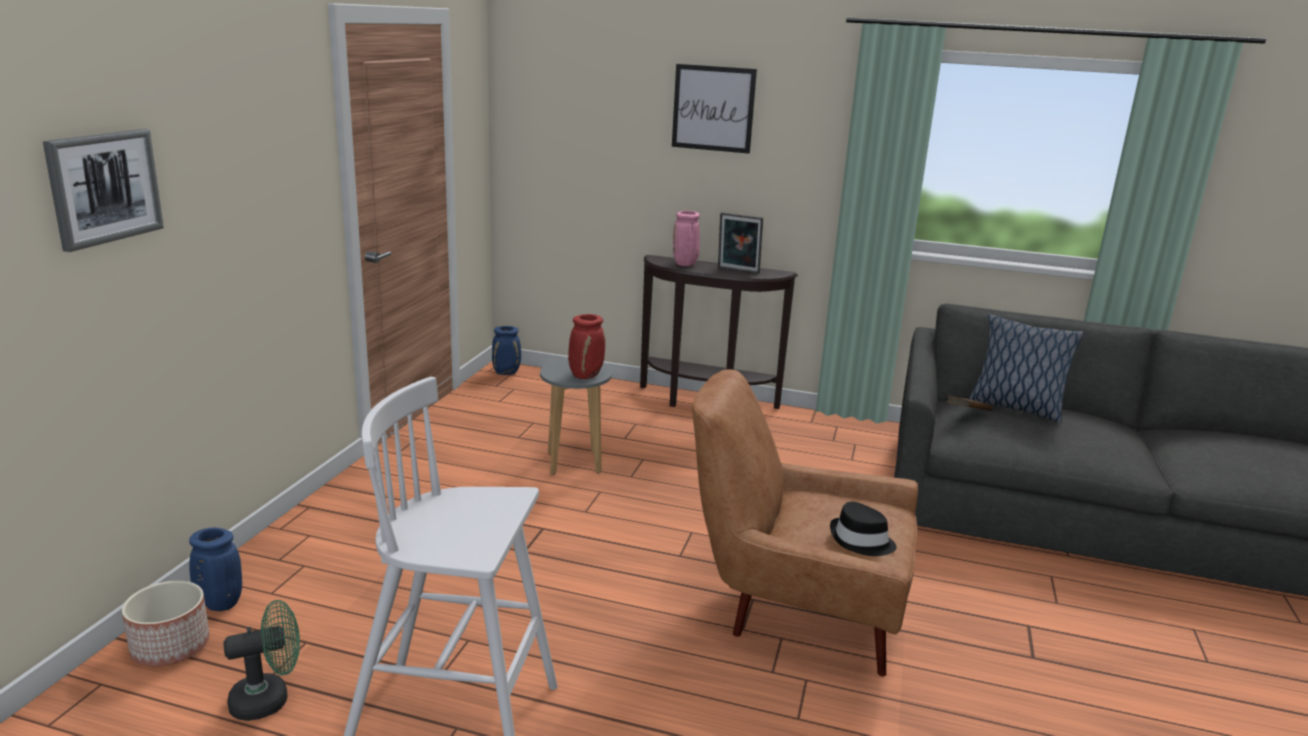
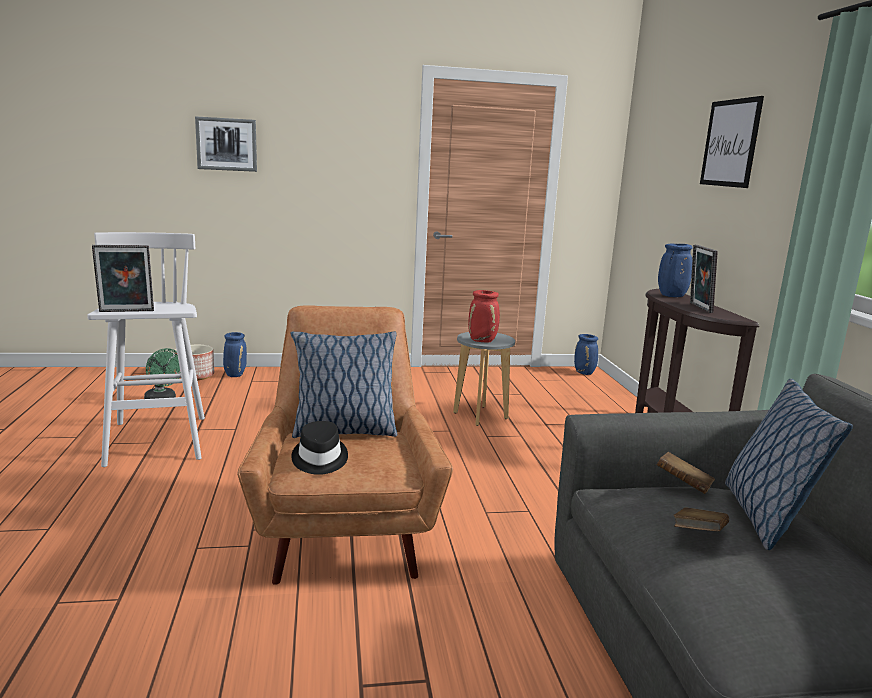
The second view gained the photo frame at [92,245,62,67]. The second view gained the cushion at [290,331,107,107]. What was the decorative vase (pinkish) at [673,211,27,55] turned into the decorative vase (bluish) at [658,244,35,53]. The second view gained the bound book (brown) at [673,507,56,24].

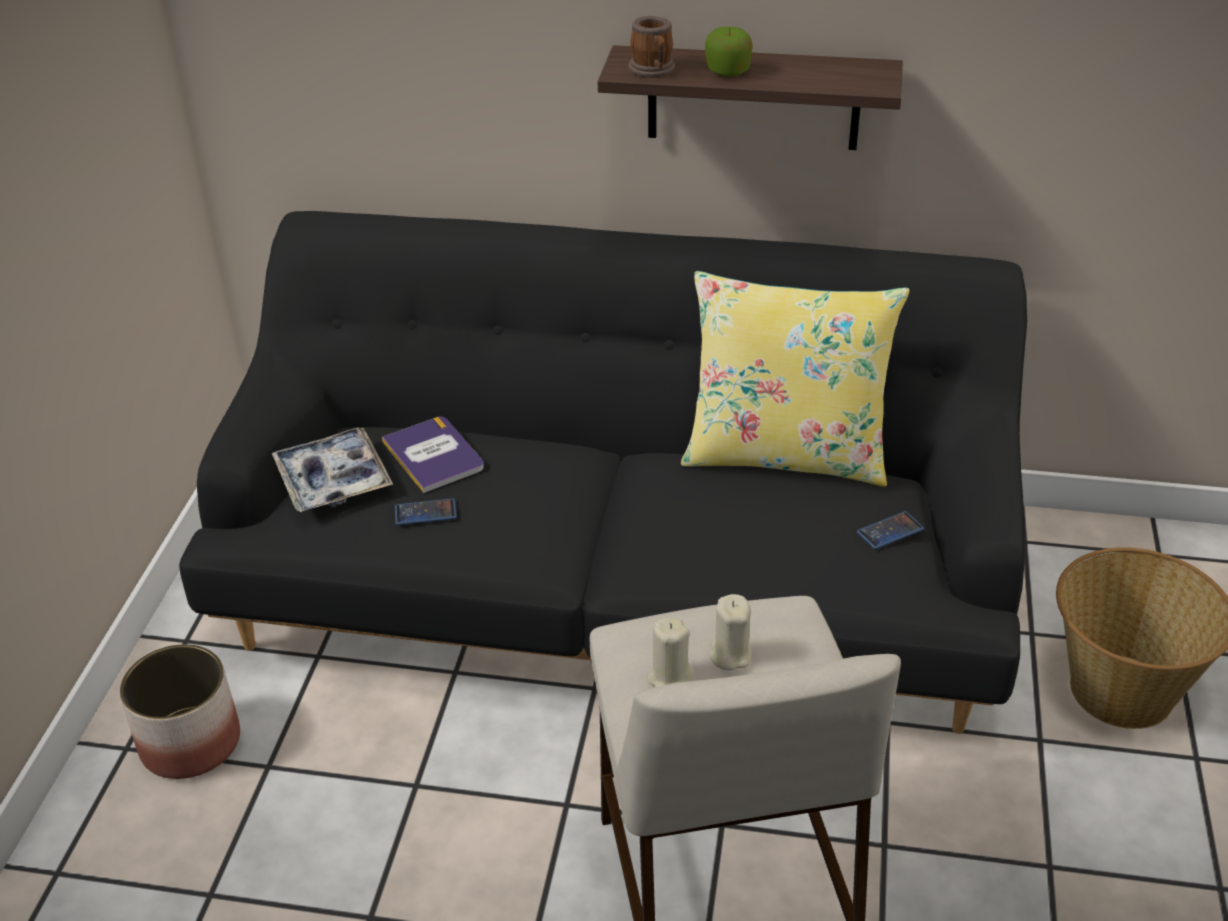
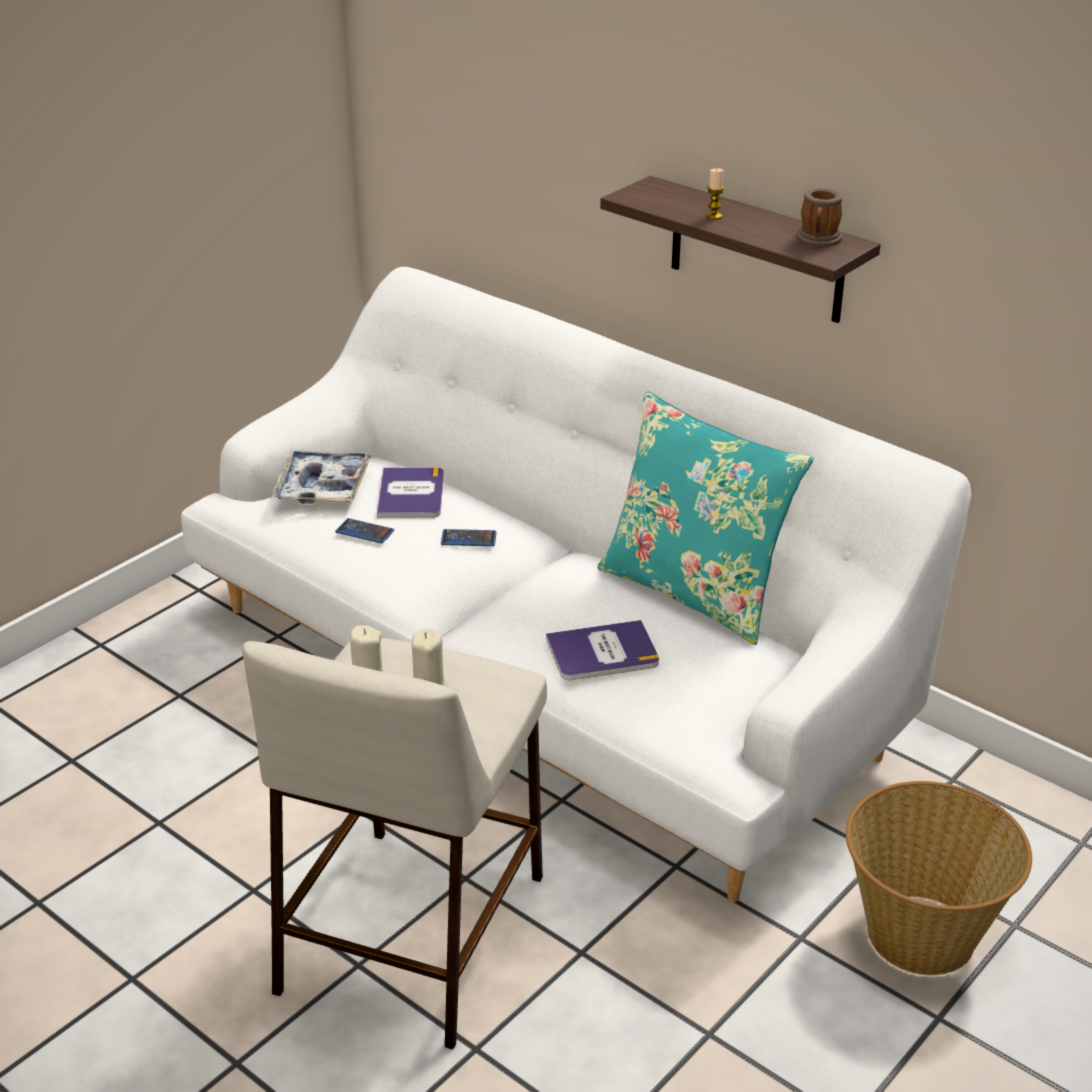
What was the couch (blackish) at [179,211,848,523] turned into the couch (whitish) at [181,267,790,635]. The telephone ended up elsewhere, having gone from [857,511,67,38] to [441,529,56,17]. The second view gained the bound book at [546,620,113,60]. What was the cushion (yellowish) at [681,271,229,216] turned into the cushion (blue-green) at [597,391,217,254]. Where the whole apple stood at [705,27,48,49], the wax candle came to stand at [706,169,18,50]. The tea mug ended up elsewhere, having gone from [628,16,47,62] to [796,188,46,59]. The second view lost the plant pot at [120,644,120,135].

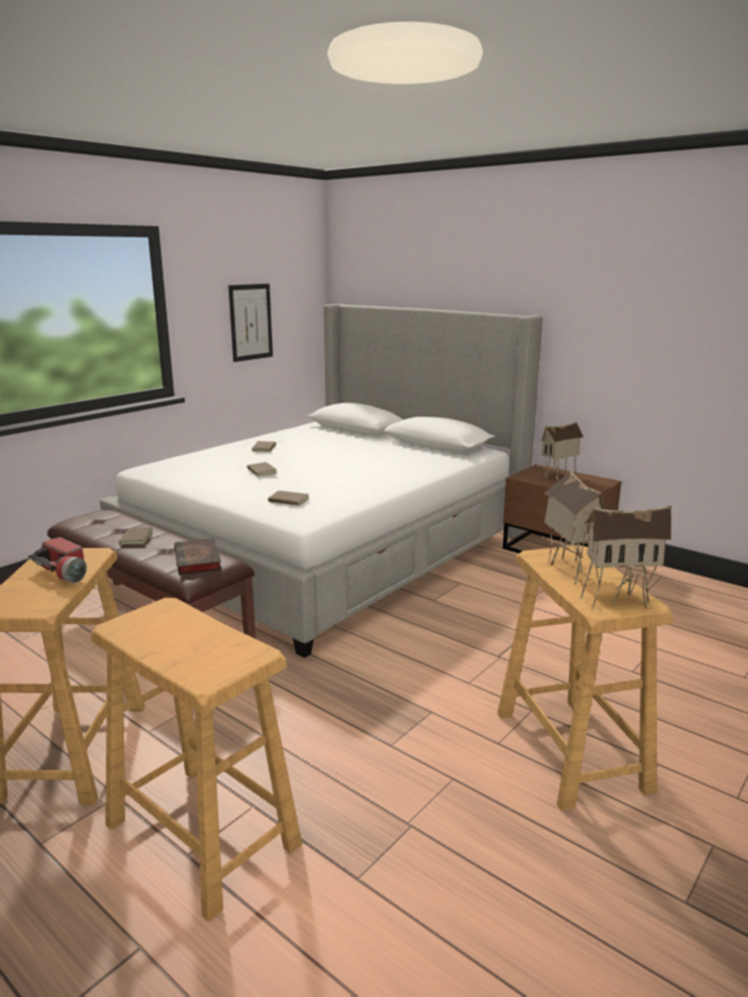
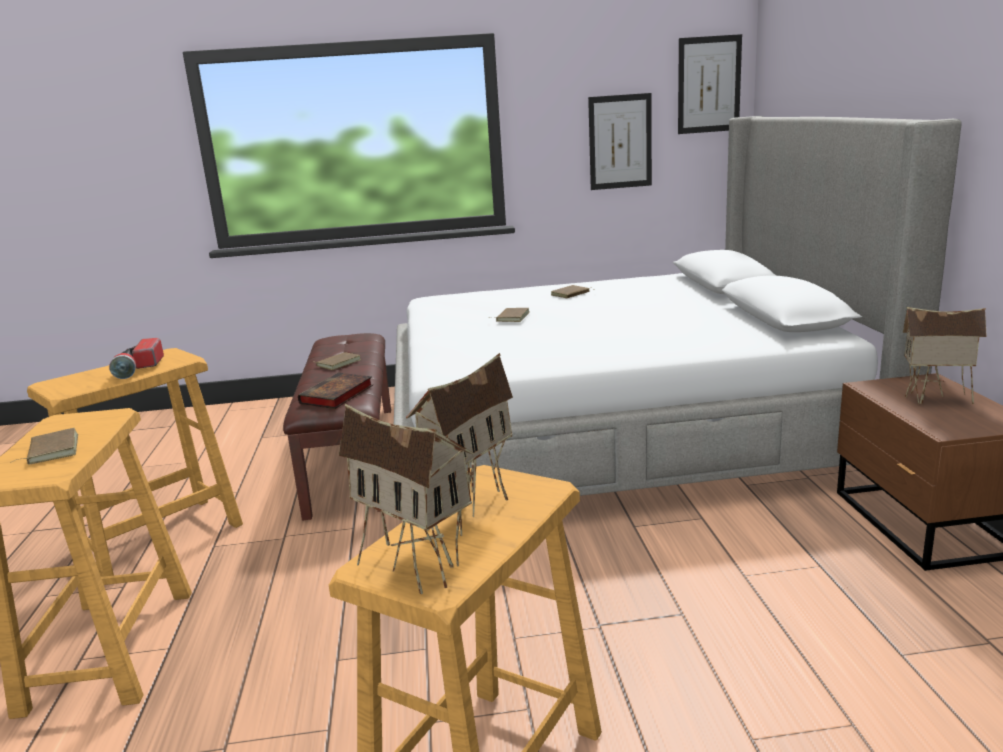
The bound book (brown) ended up elsewhere, having gone from [268,491,41,15] to [12,428,66,37]. The second view gained the wall art at [678,34,64,100].

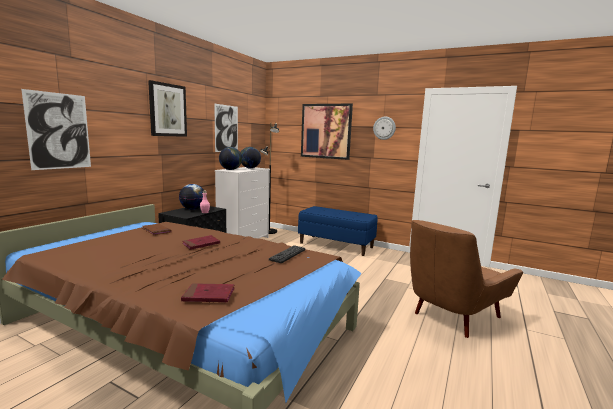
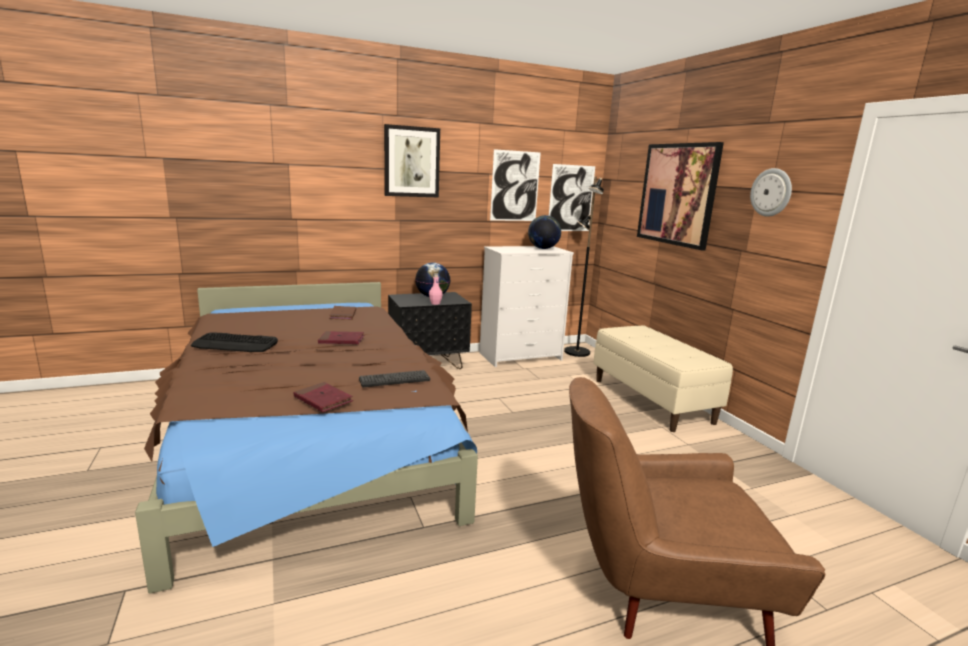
The second view gained the keyboard at [191,332,87,20]. The bound book (red-coloured) ended up elsewhere, having gone from [181,283,54,19] to [293,382,60,30]. The wall art ended up elsewhere, having gone from [21,89,70,81] to [549,164,46,67]. What was the bench (bluish) at [298,206,80,50] turned into the bench (beige-coloured) at [593,325,140,107]. The second view lost the world globe at [219,147,23,23].

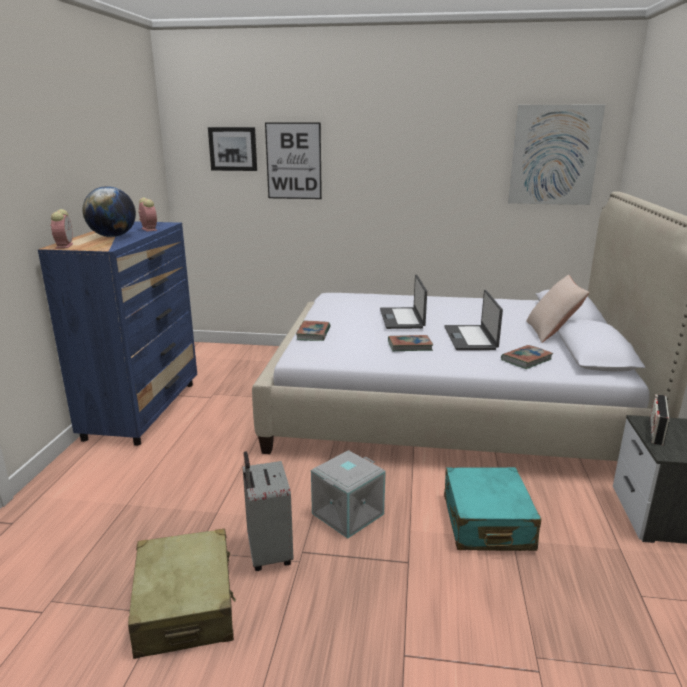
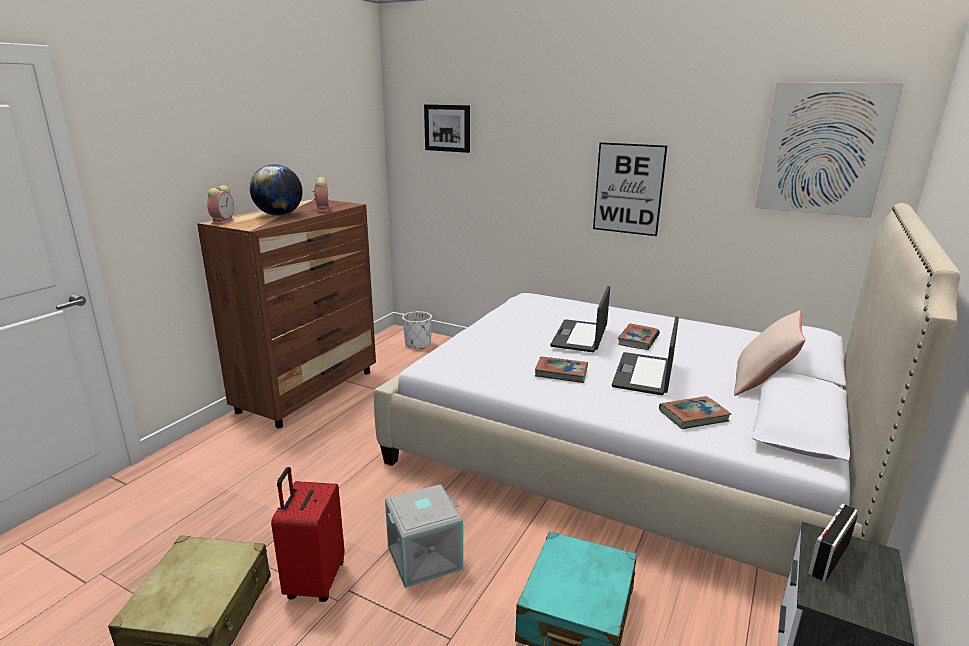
What was the dresser (bluish) at [38,221,159,225] turned into the dresser (brown) at [197,199,179,229]. What was the travel case (grey) at [243,451,50,120] turned into the travel case (red-coloured) at [271,467,74,135]. The second view gained the plant pot (whitish) at [402,311,30,38]. The wall art ended up elsewhere, having gone from [265,122,57,77] to [593,142,74,94]. The bound book ended up elsewhere, having gone from [296,321,34,20] to [618,323,42,27].

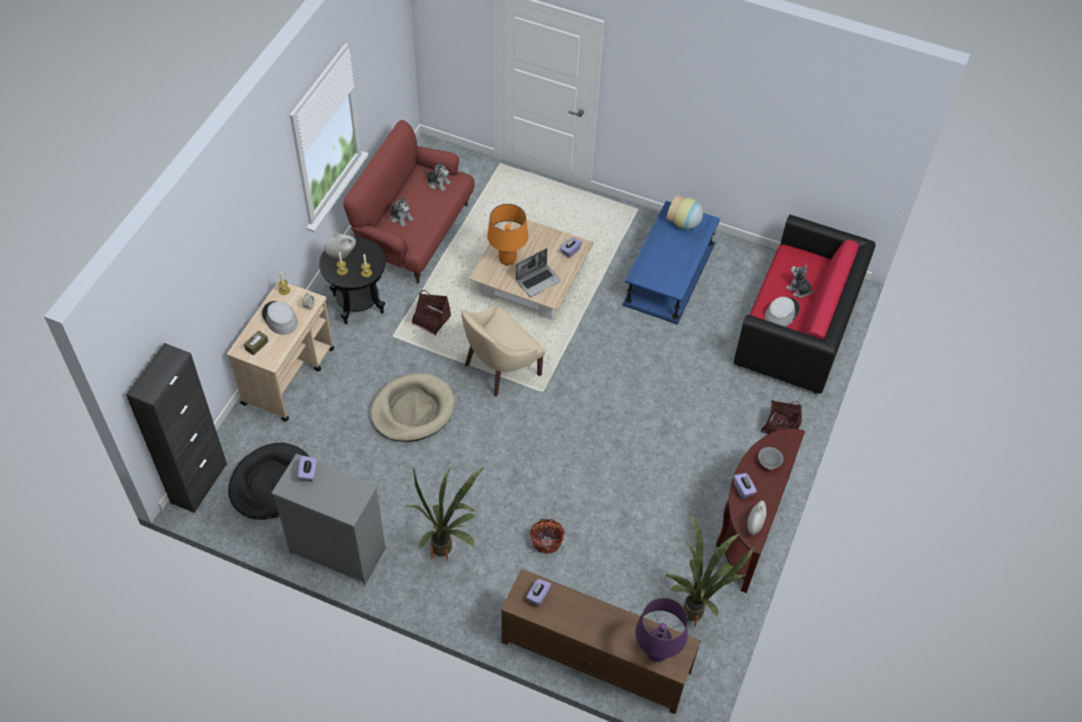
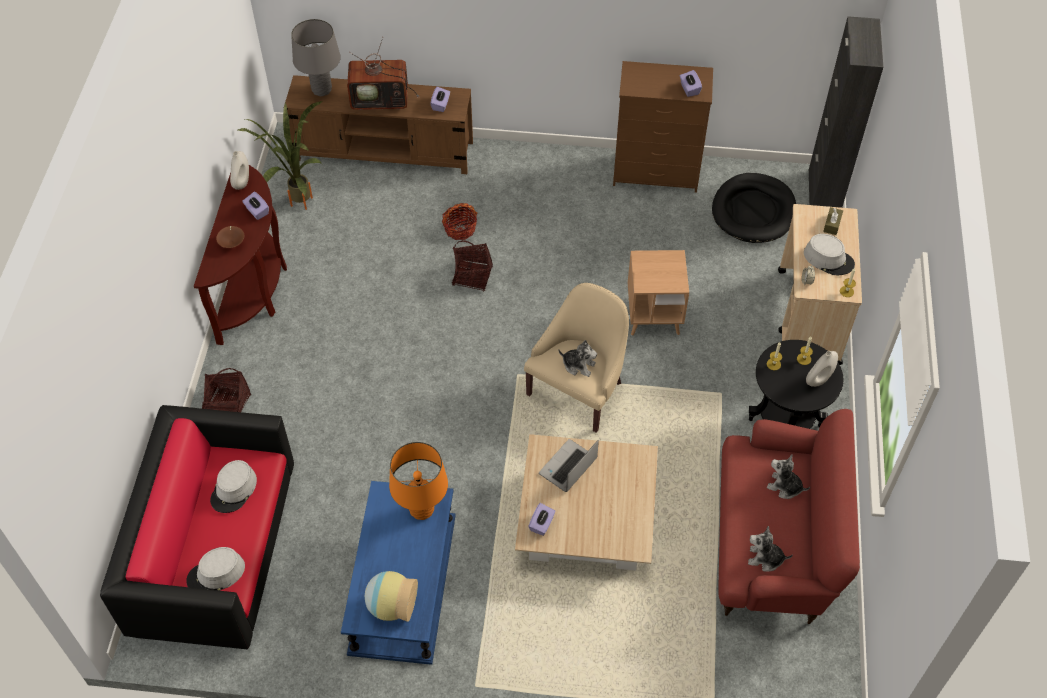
The second view gained the hat (grey) at [186,547,59,44]. What was the deep dish (grey) at [758,447,25,22] turned into the deep dish (brown) at [216,226,28,22]. What was the table lamp (purple-coloured) at [635,598,53,64] turned into the table lamp (grey) at [291,19,50,77]. The second view gained the television at [347,37,72,73]. The table lamp (orange) ended up elsewhere, having gone from [487,204,41,62] to [389,442,59,78]. The household basket ended up elsewhere, having gone from [412,290,39,45] to [452,240,41,51]. The cuddly toy ended up elsewhere, having gone from [786,264,30,34] to [558,340,39,37]. What was the dresser (grey) at [271,453,115,132] turned into the dresser (brown) at [613,61,100,132]. Where the dog cushion (beige-coloured) stood at [370,373,85,69], the side table (brown) came to stand at [628,250,61,86]. The second view lost the houseplant at [405,467,79,94].

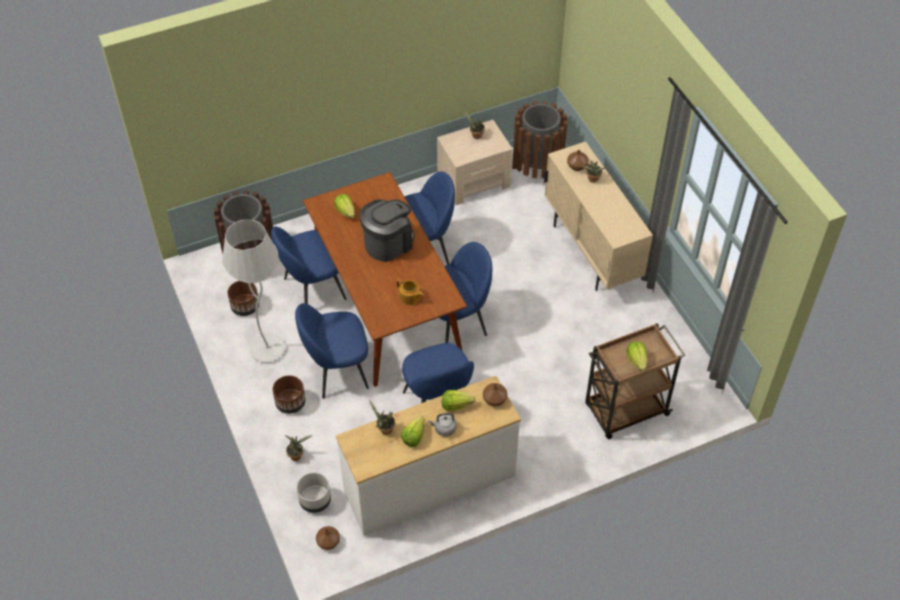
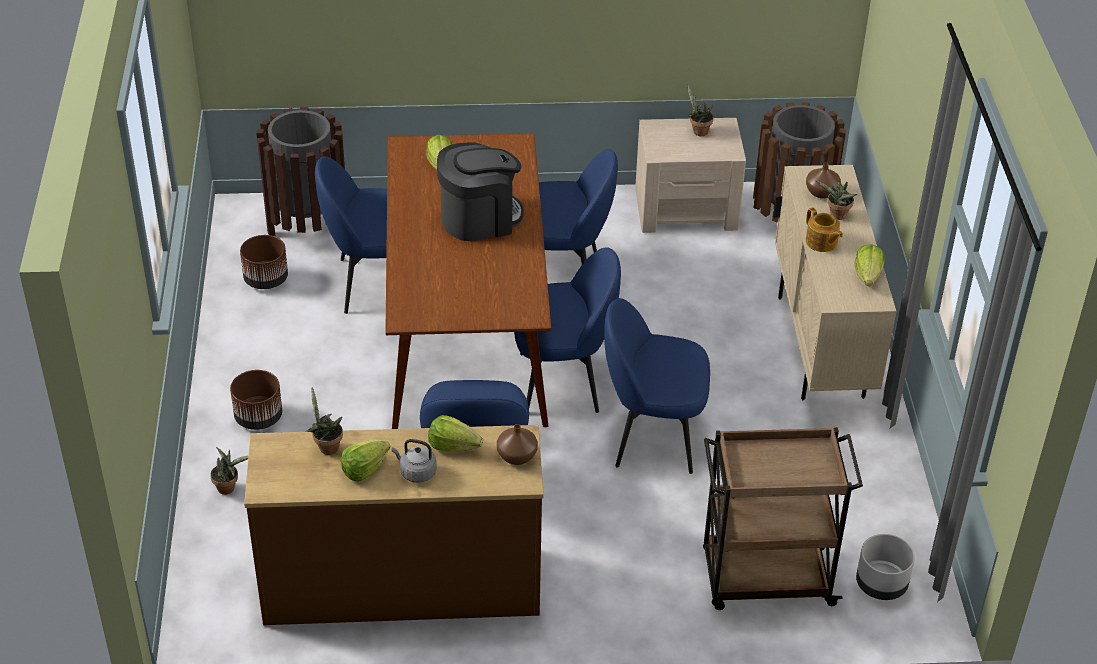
What was the dresser (whitish) at [336,376,185,160] turned into the dresser (brown) at [244,425,300,200]. The plain chair (bluish) ended up elsewhere, having gone from [295,303,74,96] to [604,298,106,176]. The teapot ended up elsewhere, having gone from [396,279,28,26] to [806,207,37,45]. The lettuce ended up elsewhere, having gone from [626,341,21,30] to [854,244,31,42]. The plant pot (grey) ended up elsewhere, having gone from [297,472,34,41] to [856,534,59,66]. The second view lost the standard lamp (whitish) at [222,219,64,144]. The second view lost the decorative vase (brown) at [316,526,24,24].

